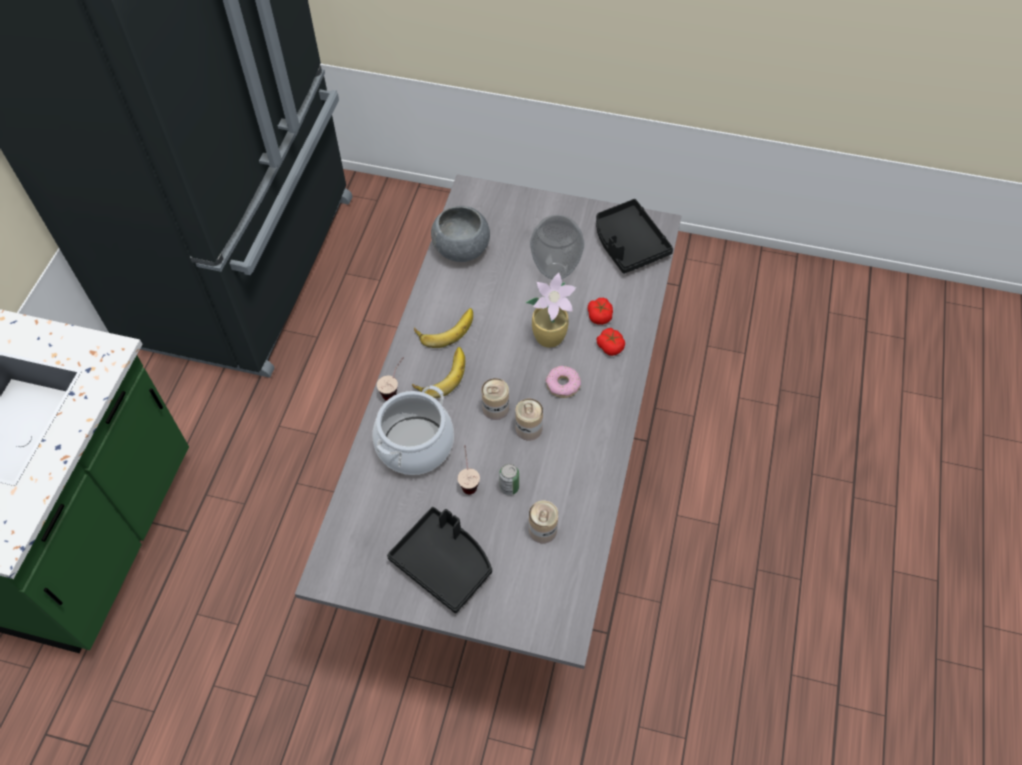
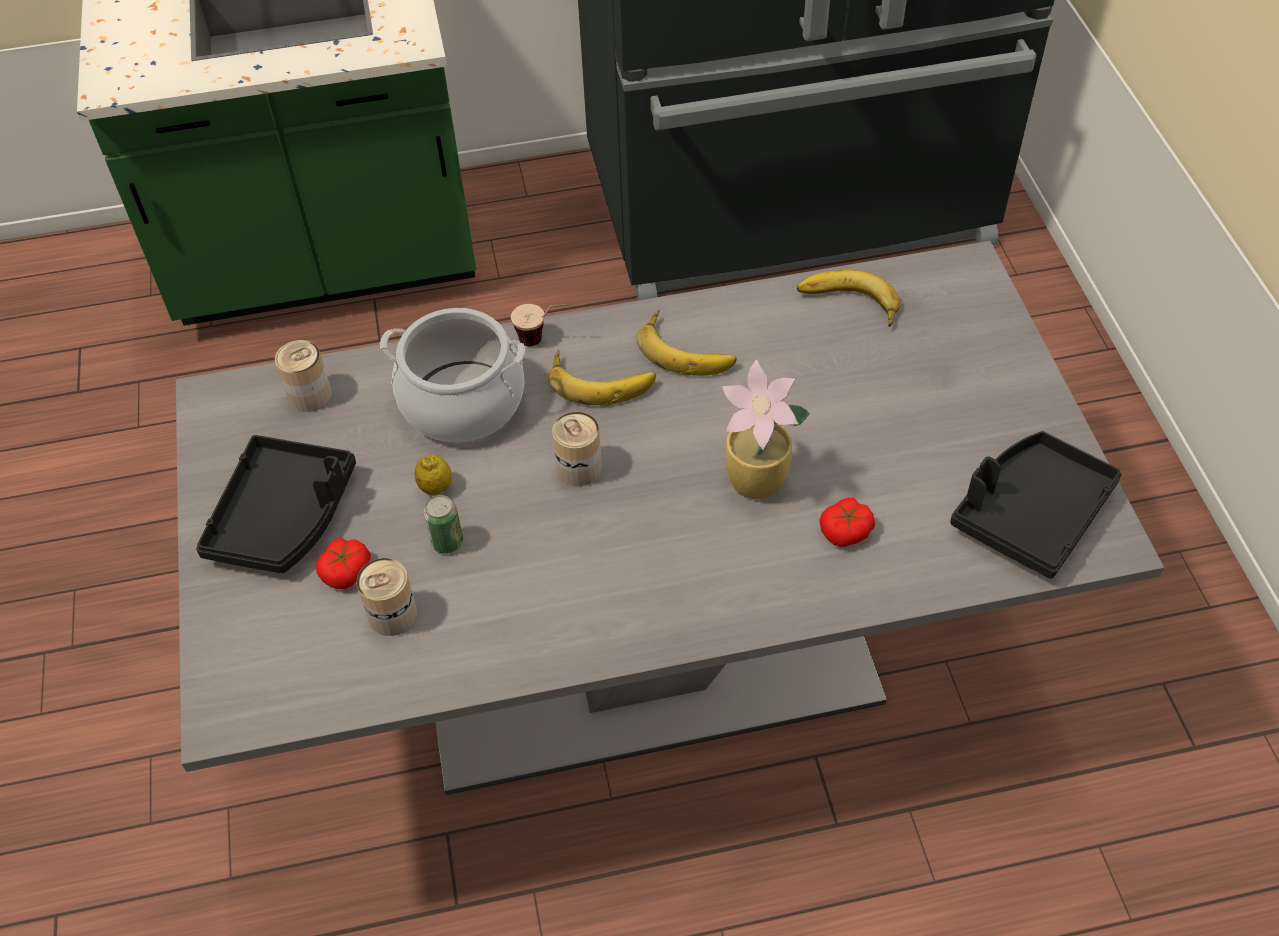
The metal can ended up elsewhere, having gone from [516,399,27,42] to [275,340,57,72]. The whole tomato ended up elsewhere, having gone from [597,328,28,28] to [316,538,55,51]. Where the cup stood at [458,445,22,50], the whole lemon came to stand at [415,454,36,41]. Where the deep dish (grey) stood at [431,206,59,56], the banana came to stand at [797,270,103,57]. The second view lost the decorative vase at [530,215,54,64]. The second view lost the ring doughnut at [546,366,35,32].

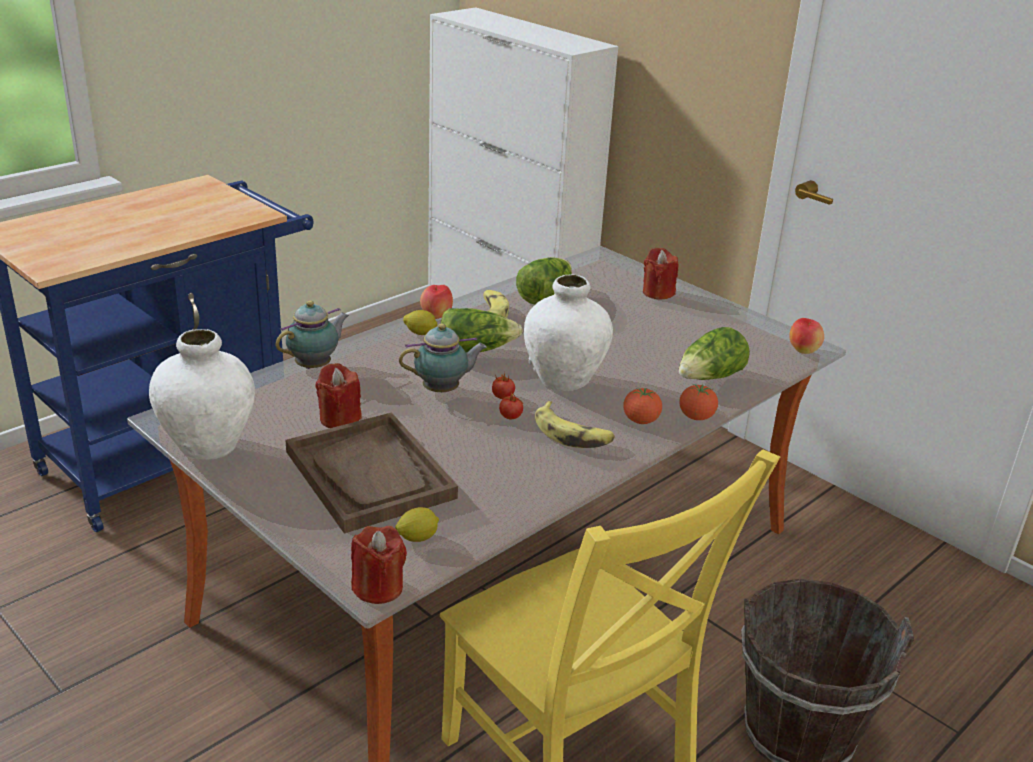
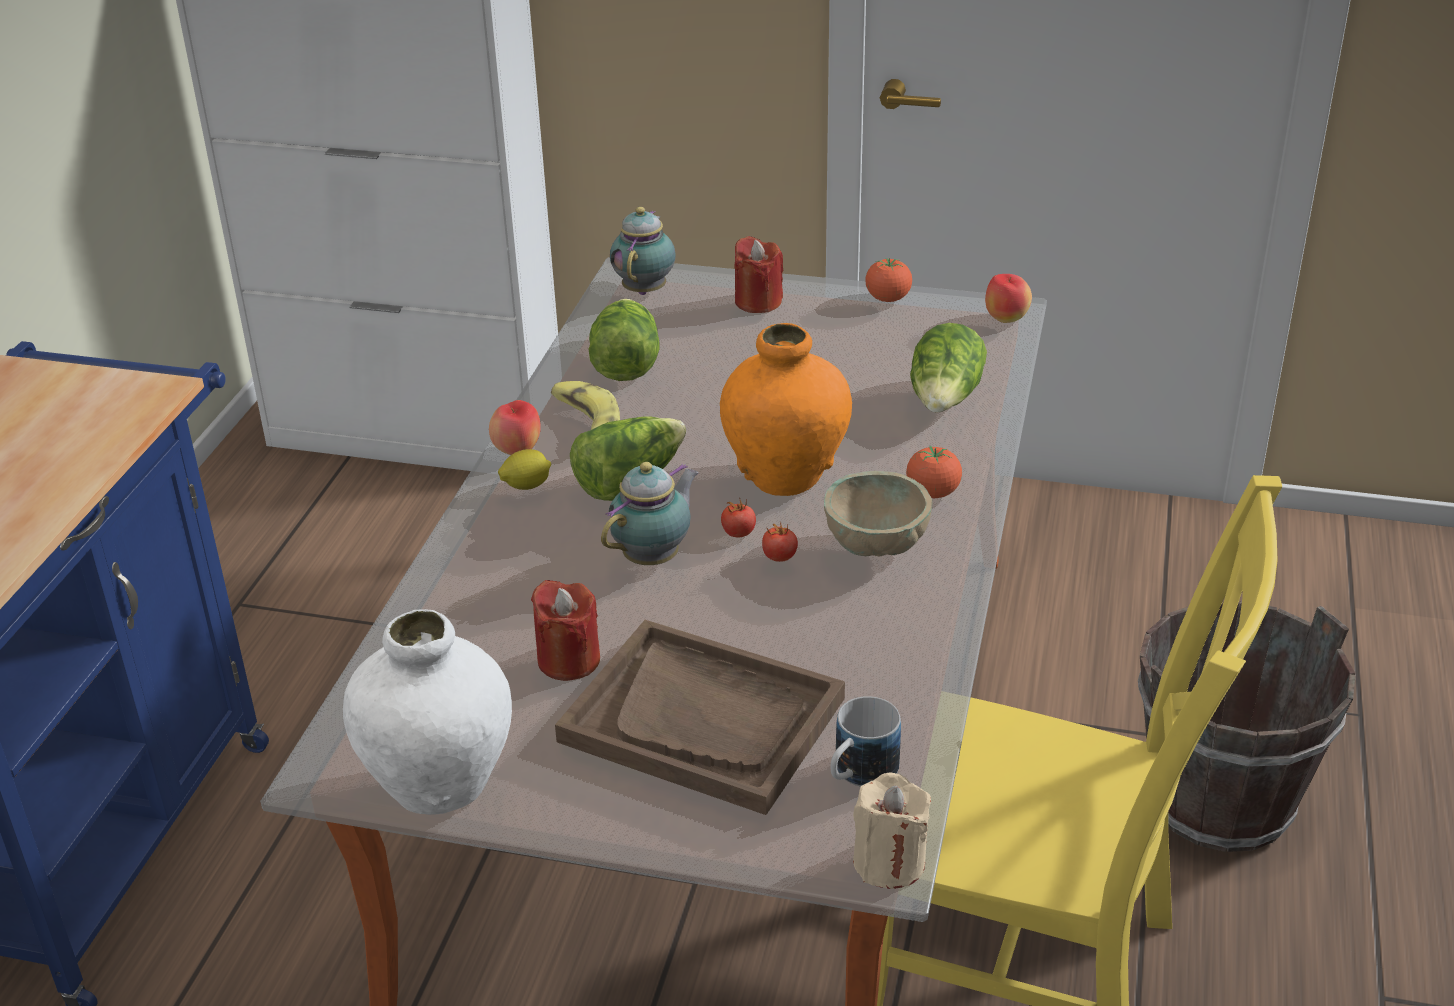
The teapot ended up elsewhere, having gone from [276,300,73,69] to [610,207,66,88]. What was the decorative vase (whitish) at [524,274,89,117] turned into the decorative vase (orange) at [720,323,132,173]. Where the banana stood at [535,401,80,47], the deep dish (beige-coloured) came to stand at [824,471,108,85]. Where the whole lemon stood at [395,507,44,35], the tea mug came to stand at [831,696,70,91]. What was the wax candle (red-coloured) at [351,526,56,78] turned into the wax candle (beige-coloured) at [853,772,78,117]. The whole tomato ended up elsewhere, having gone from [679,384,39,36] to [865,258,47,44].

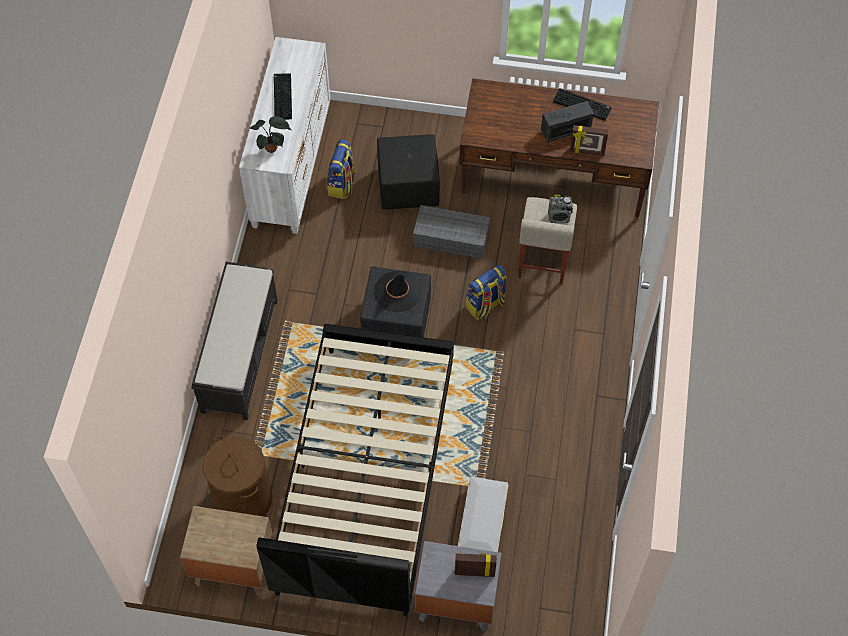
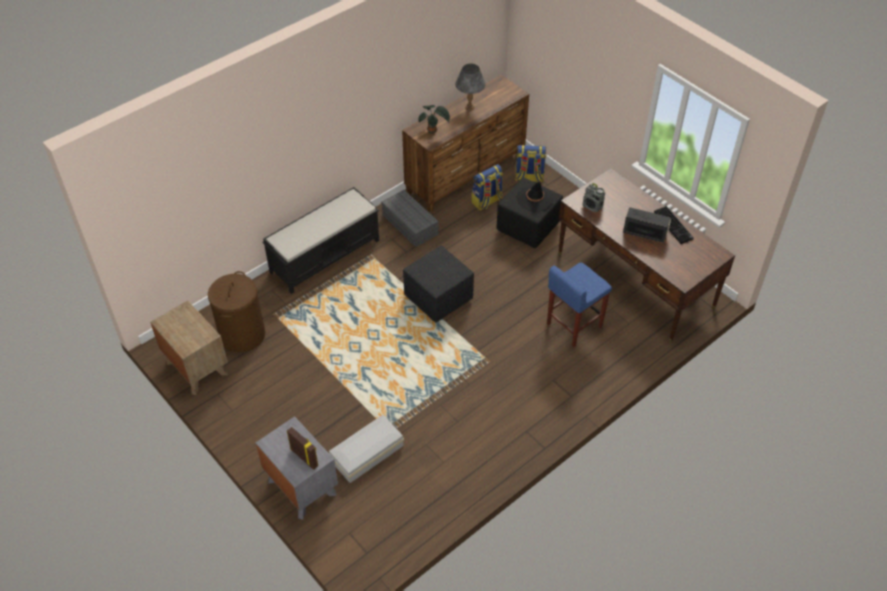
The storage bin (grey) ended up elsewhere, having gone from [413,205,77,54] to [381,190,58,57]. What was the dresser (whitish) at [239,37,92,197] turned into the dresser (brown) at [402,75,127,137]. Where the keyboard stood at [274,73,18,46], the table lamp (grey) came to stand at [455,64,31,47]. The knapsack ended up elsewhere, having gone from [466,264,41,56] to [515,145,31,37]. The hat (blackish) ended up elsewhere, having gone from [374,271,48,41] to [516,181,38,31]. What was the sitting stool (beige-coloured) at [518,197,59,87] turned into the sitting stool (bluish) at [547,262,65,85]. The radio set ended up elsewhere, having gone from [548,195,25,28] to [582,183,23,29]. The second view lost the bed (blackish) at [256,324,198,292]. The second view lost the photo frame at [570,125,39,31].

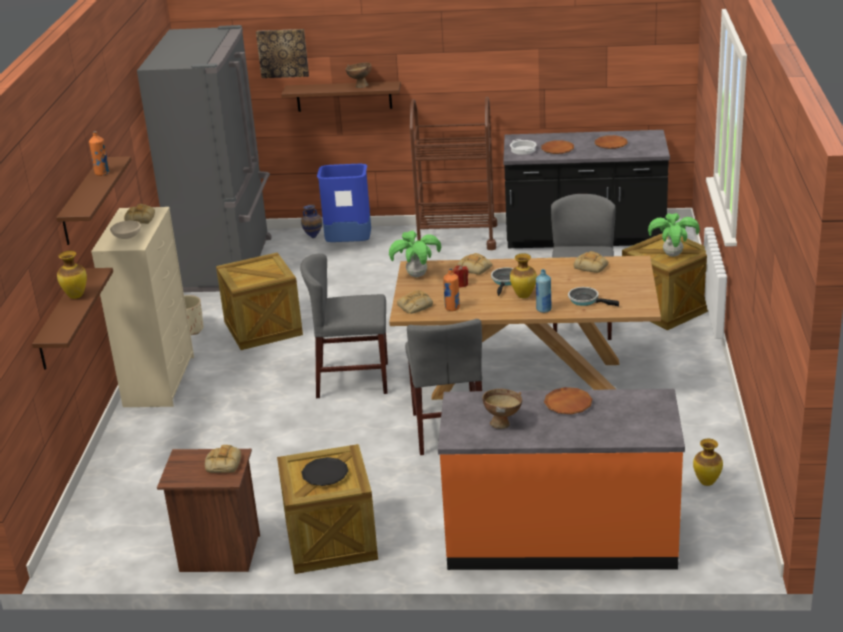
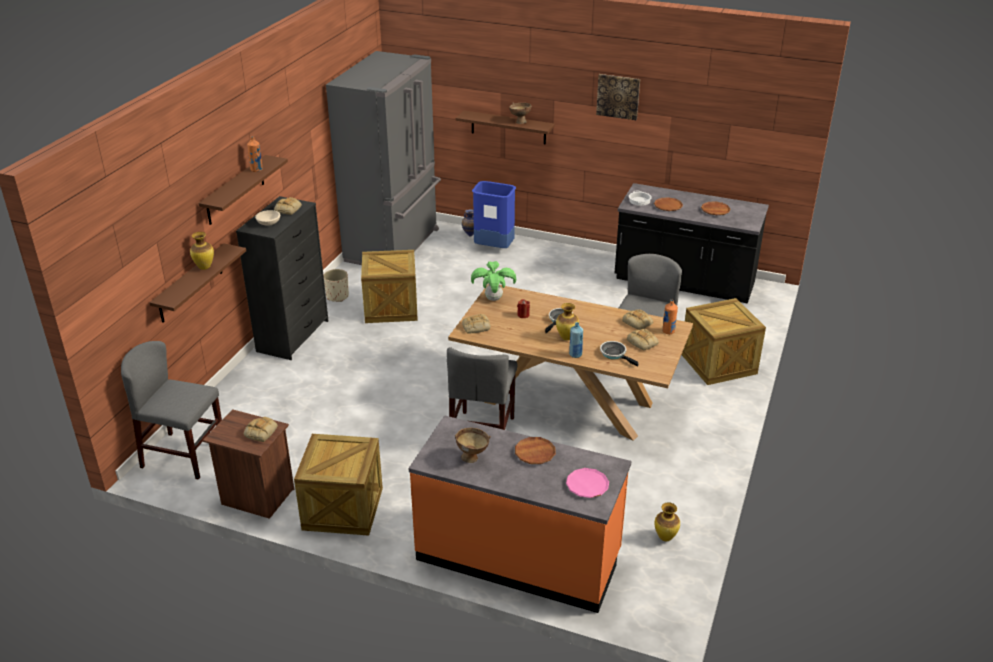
The plain chair (grey) ended up elsewhere, having gone from [300,253,88,145] to [121,341,101,139]. What was the dresser (beige-coloured) at [91,207,103,200] turned into the dresser (blackish) at [236,196,92,164]. The second view gained the dinner plate (pinkish) at [566,468,43,30]. The wall art ended up elsewhere, having gone from [256,29,53,49] to [596,74,44,46]. The bread ended up elsewhere, having gone from [457,253,35,22] to [627,329,32,22]. The bottle (orange) ended up elsewhere, having gone from [443,268,17,43] to [662,300,16,34]. The second view lost the dinner plate (blackish) at [302,457,46,29]. The second view lost the trolley (brown) at [410,97,87,153]. The second view lost the houseplant at [648,213,52,44].

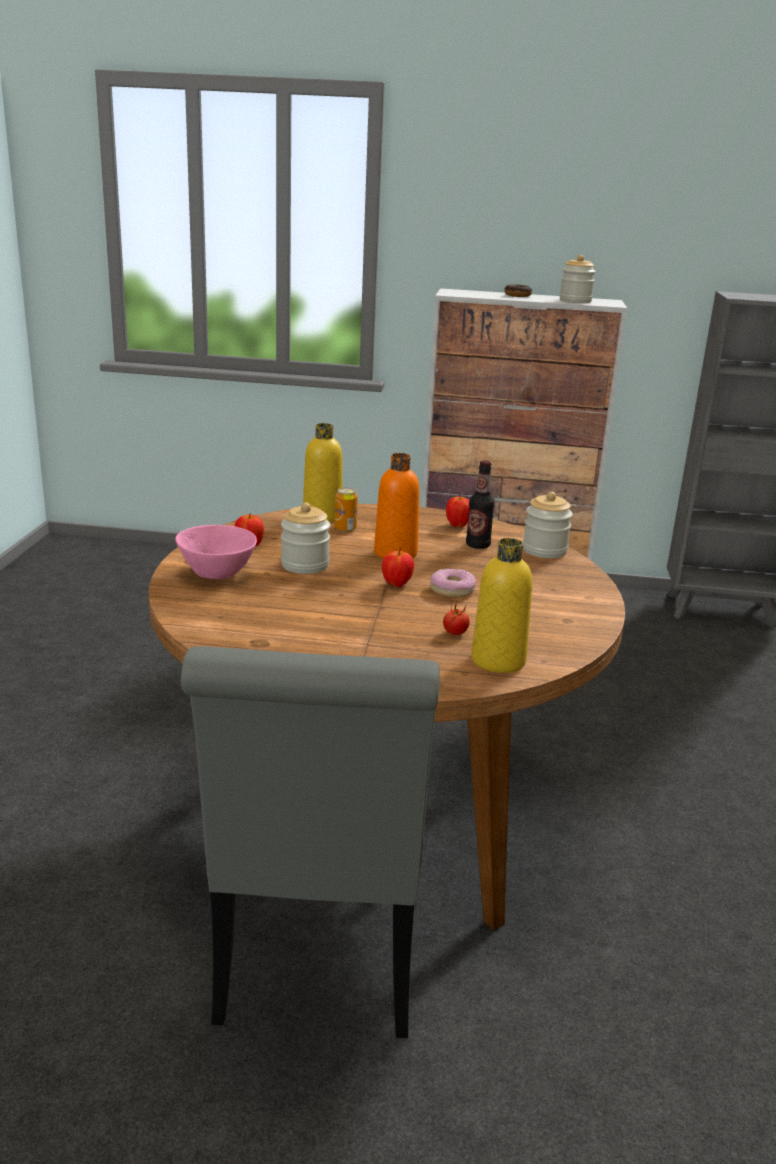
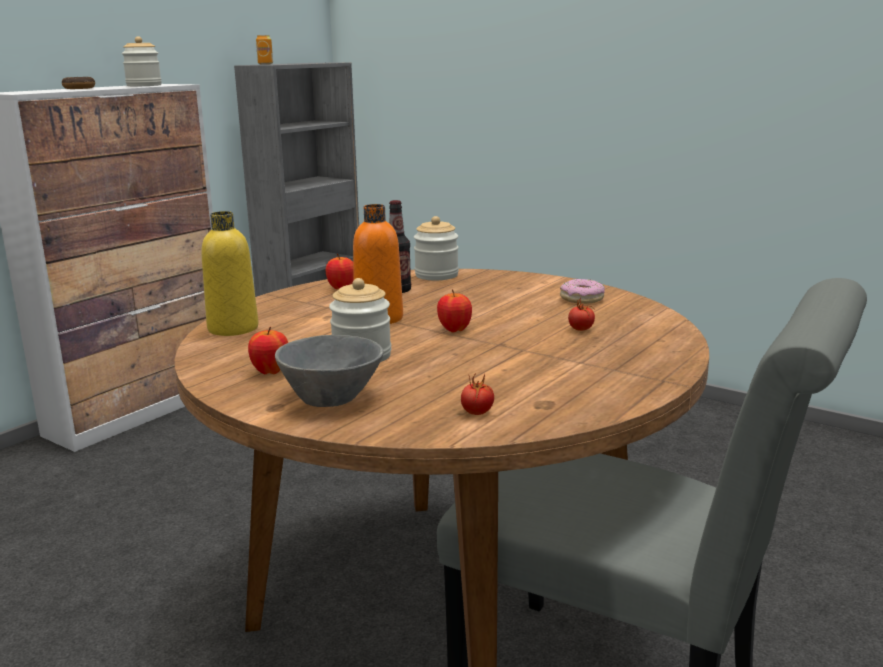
The metal can ended up elsewhere, having gone from [334,487,24,45] to [256,35,17,30]. What was the deep dish (pinkish) at [175,525,82,54] turned into the deep dish (grey) at [275,335,109,72]. The second view gained the whole tomato at [461,373,33,42]. The ring doughnut ended up elsewhere, having gone from [430,568,46,30] to [560,279,45,25]. The second view lost the bottle (yellowish) at [471,538,61,135].

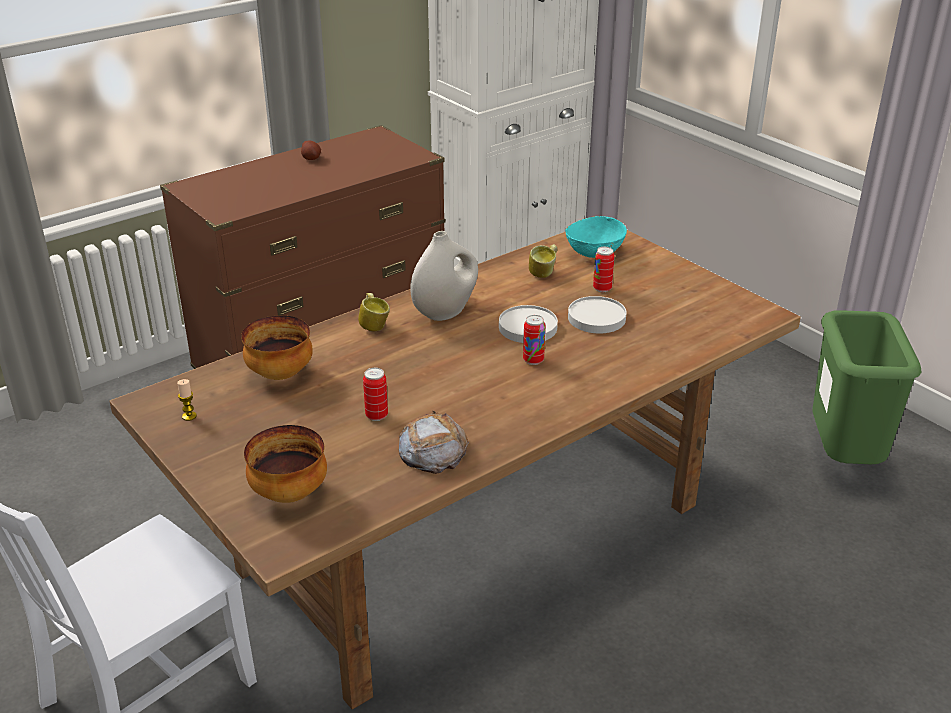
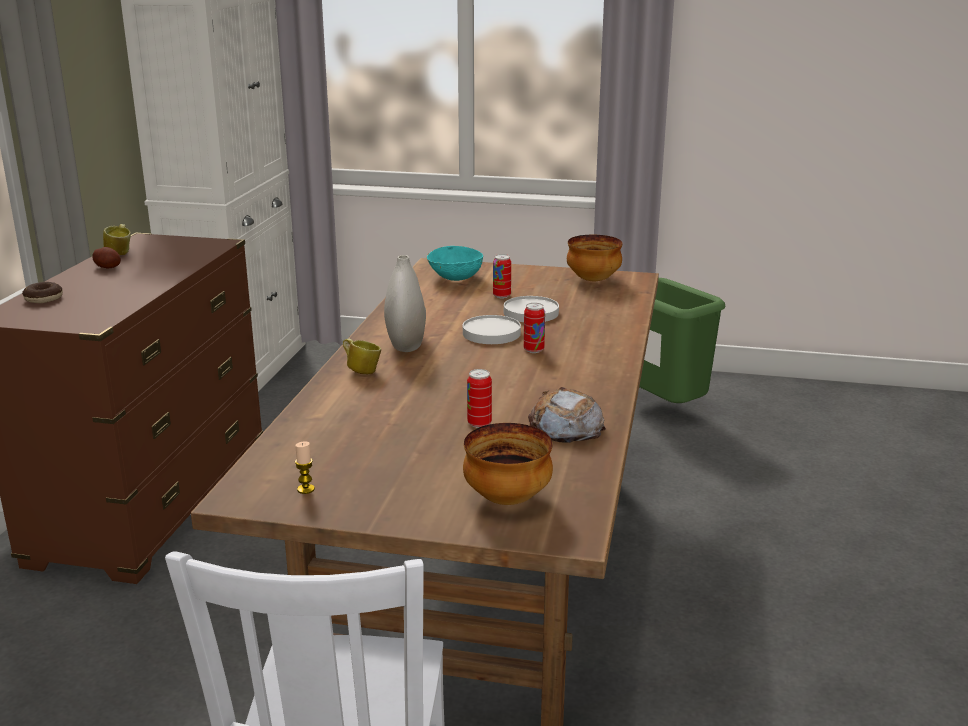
The second view gained the ring doughnut at [22,282,41,21]. The tea mug ended up elsewhere, having gone from [529,244,29,34] to [103,224,28,31]. The deep dish ended up elsewhere, having gone from [241,315,72,65] to [567,235,56,46].

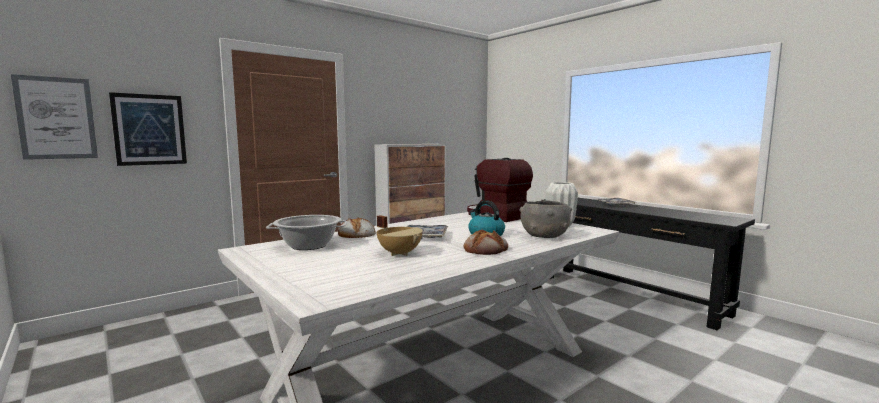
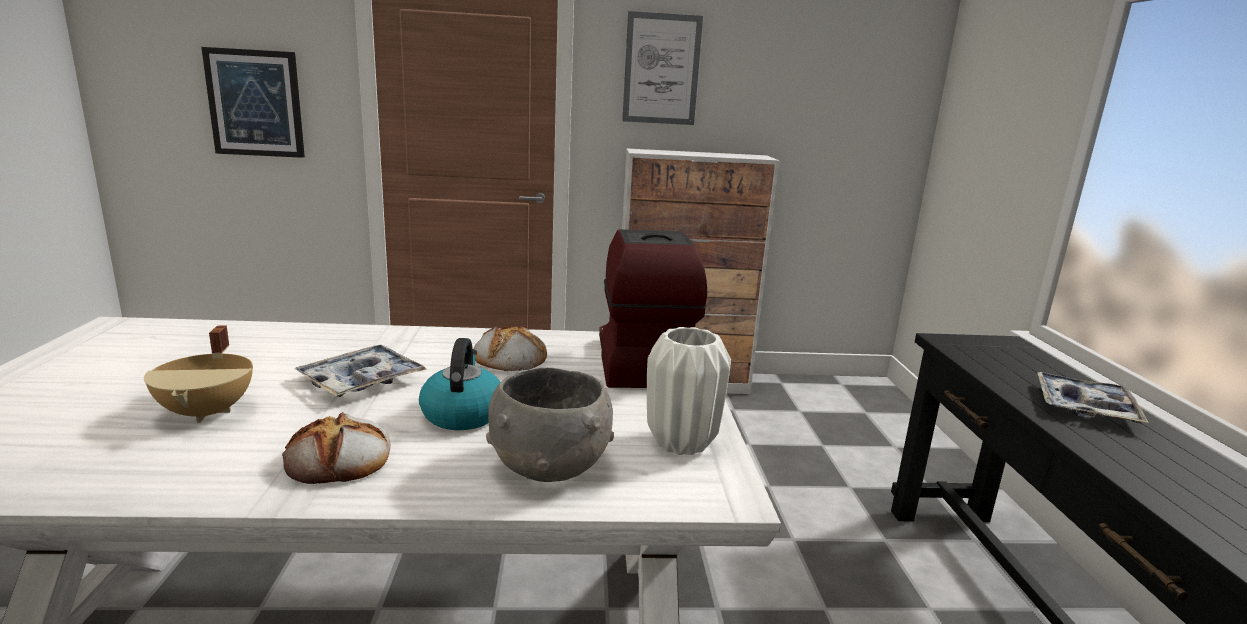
The bread ended up elsewhere, having gone from [338,218,38,20] to [473,325,74,46]. The wall art ended up elsewhere, having gone from [11,74,87,86] to [622,11,81,114]. The second view lost the saucepot at [266,215,81,35].

